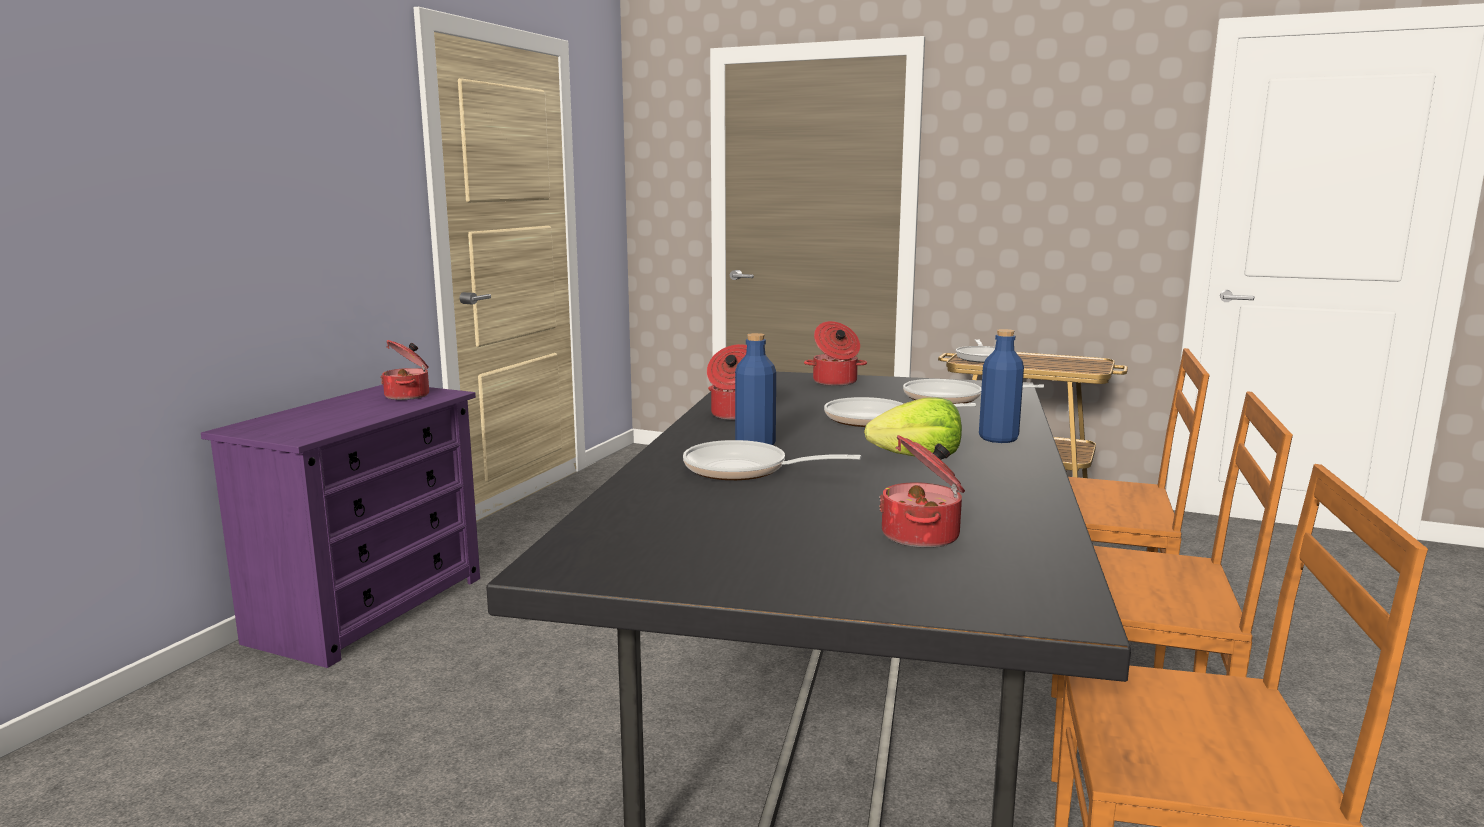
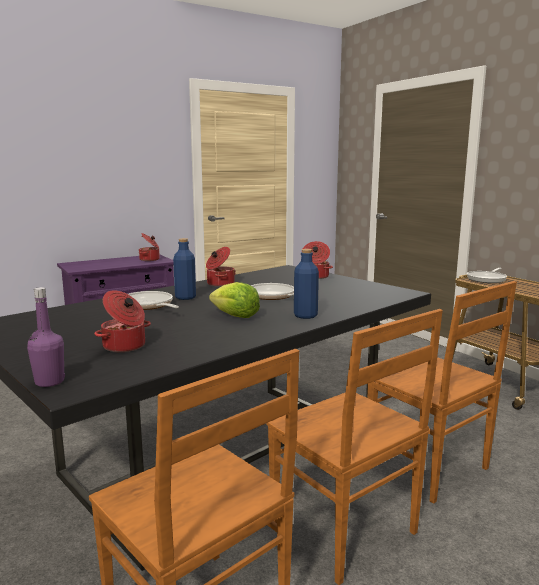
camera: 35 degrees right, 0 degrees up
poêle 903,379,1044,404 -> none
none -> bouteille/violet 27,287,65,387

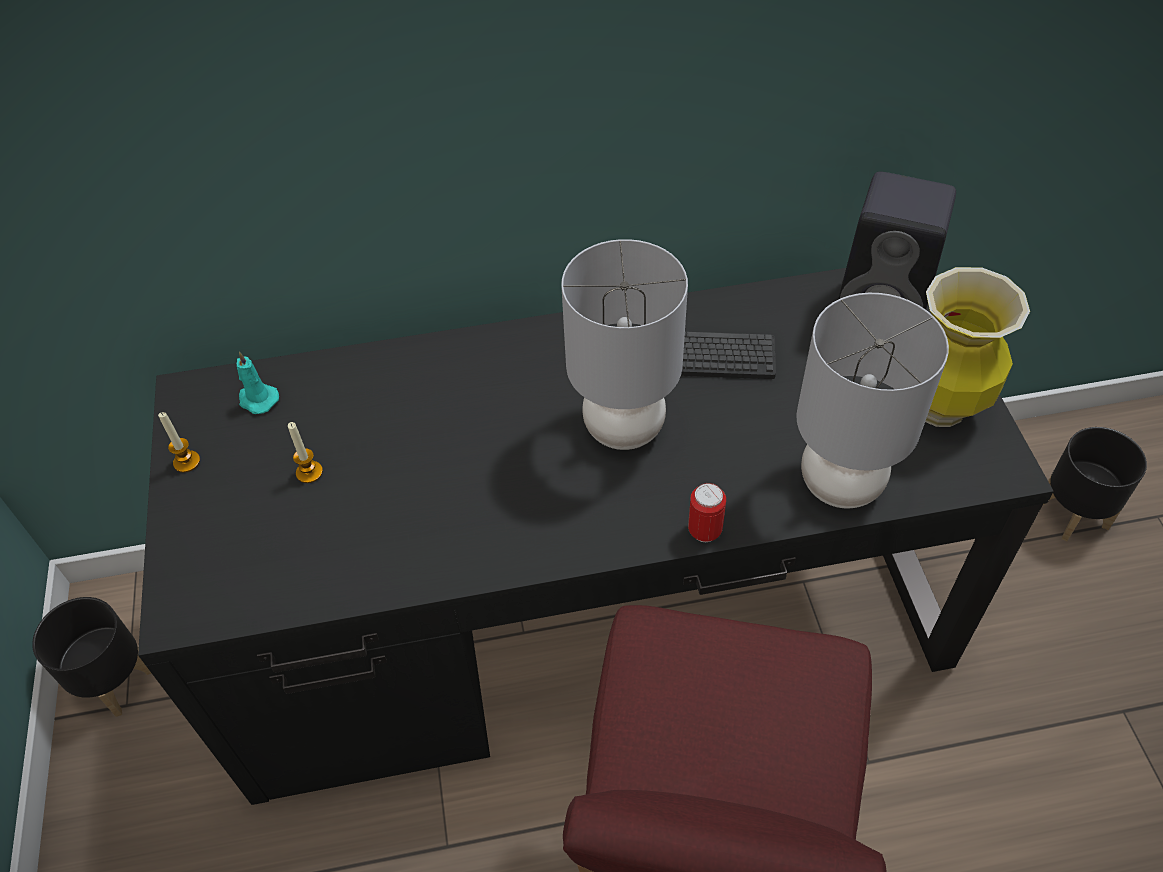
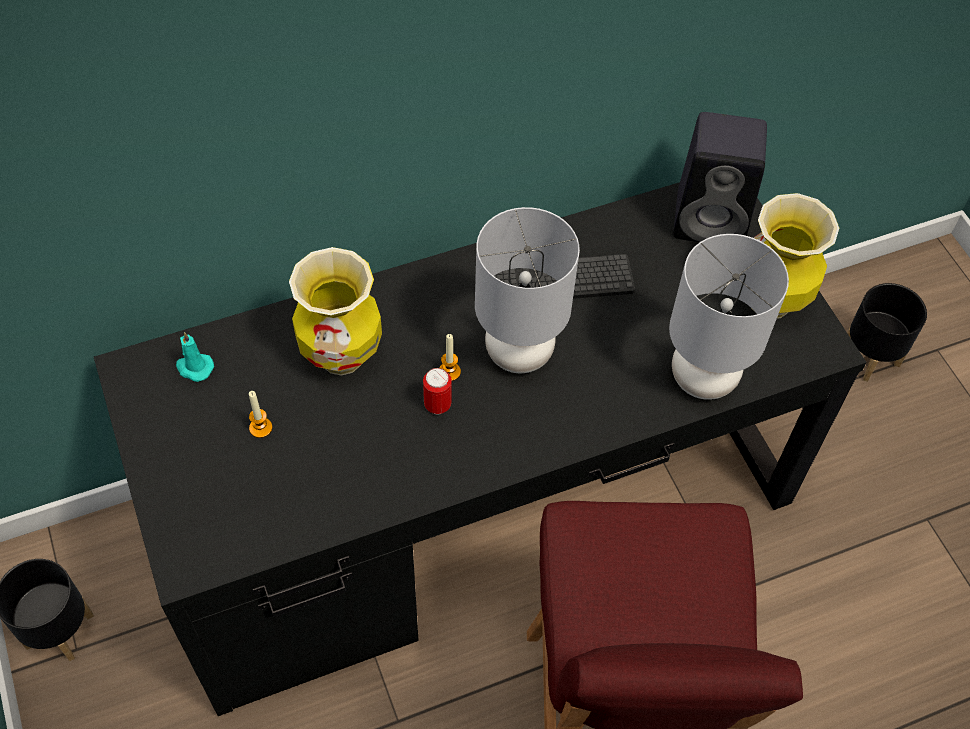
camera: 15 degrees left, 5 degrees up
bougie 158,412,200,473 -> bougie 439,334,461,381, moved
boîte métallique 688,483,726,542 -> boîte métallique 423,368,452,414, moved
none -> vase 289,247,382,376

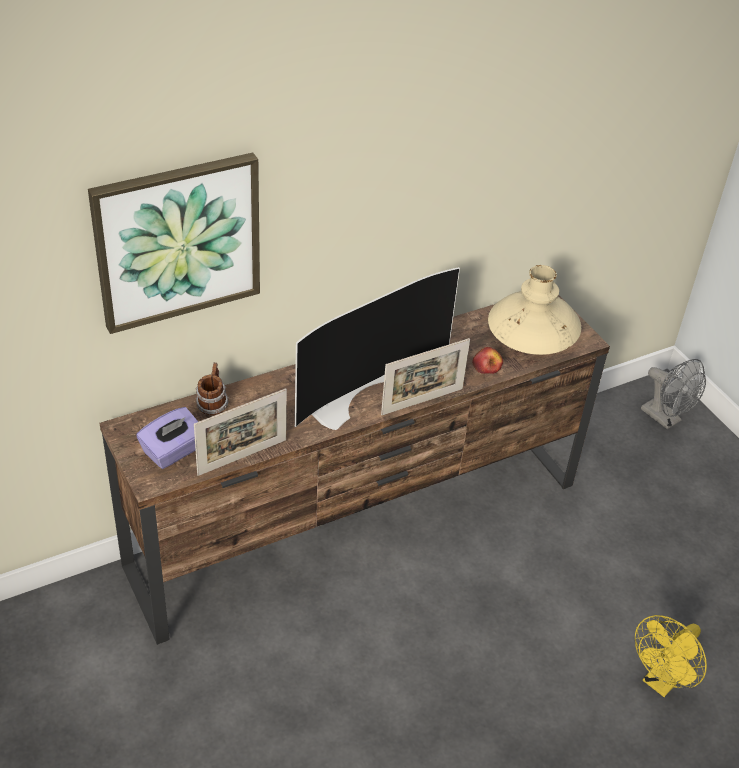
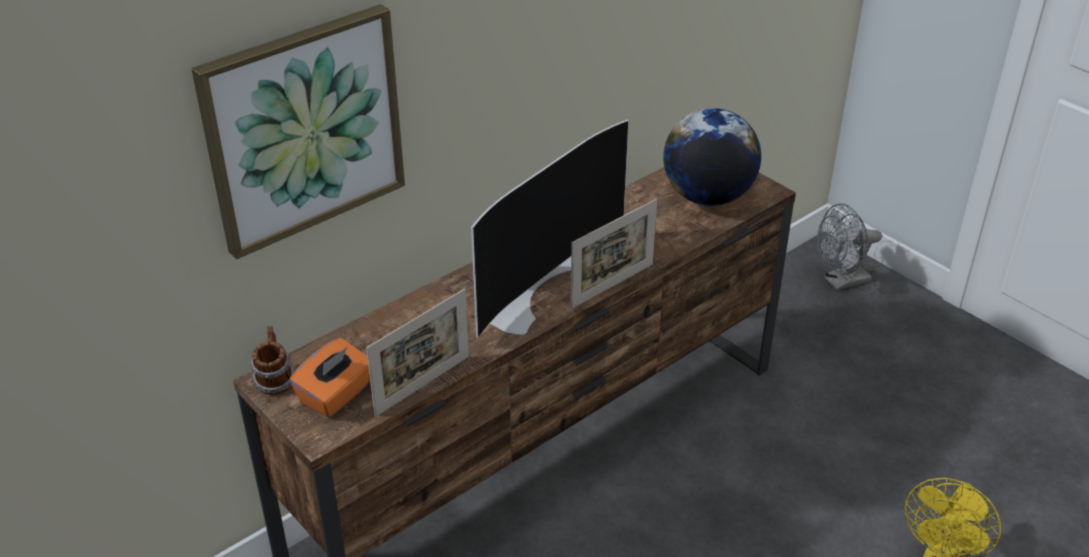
camera: 10 degrees left, 5 degrees down
boîte à mouchoirs/violet 136,407,198,469 -> boîte à mouchoirs/orange 290,338,370,418
mug 196,363,229,415 -> mug 250,326,295,395, moved
pomme 472,347,503,374 -> none
vase/beige 488,265,581,355 -> globe 663,108,761,206
ventilateur/gris 641,359,706,430 -> ventilateur/gris 817,203,882,290, 120 degrees clockwise

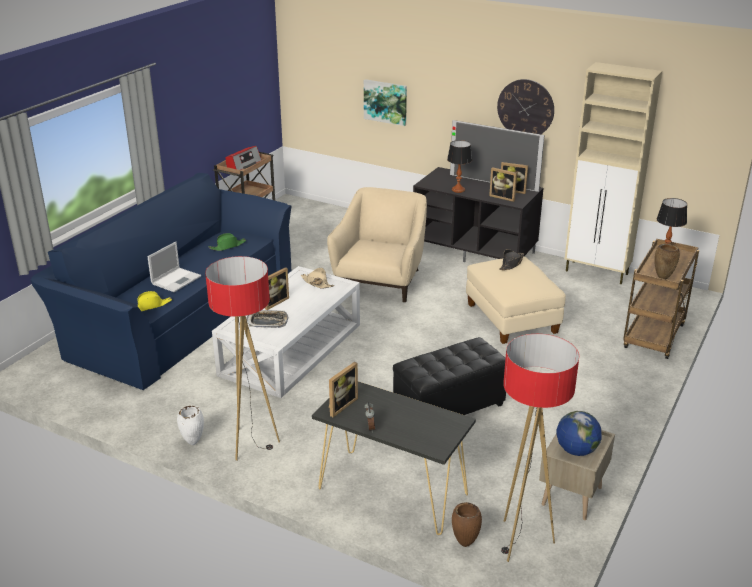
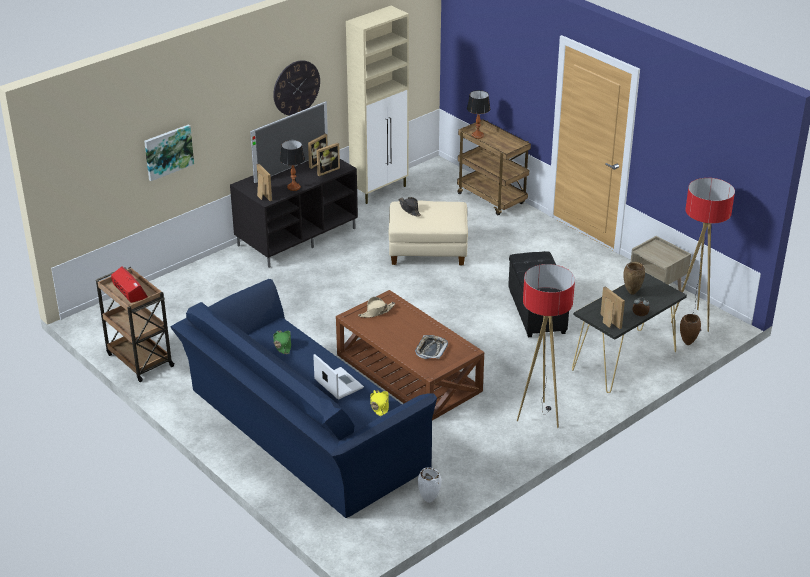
camera: 70 degrees left, 5 degrees up
vase/blanc 177,406,204,445 -> vase/blanc 418,467,441,503, moved
table basse/blanc 212,266,360,398 -> table basse/marron 336,290,484,420
cadre photo 265,267,289,310 -> cadre photo 257,164,272,201, moved
fauteuil/beige 327,187,427,302 -> none
globe 556,411,602,456 -> none
vase/marron 654,244,680,279 -> vase/marron 623,262,645,295, moved

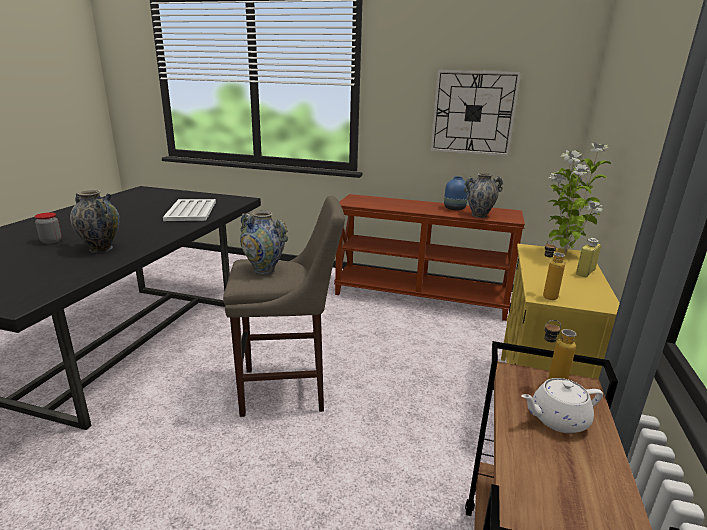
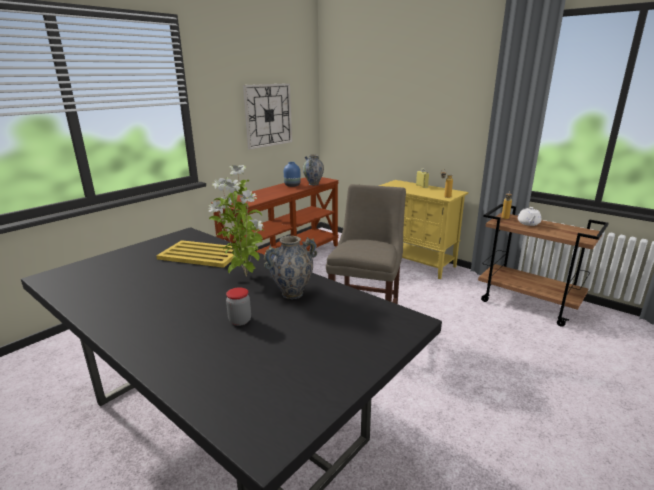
camera: 65 degrees left, 0 degrees up
plateau/blanc 163,199,216,221 -> plateau/jaune 156,240,234,268
vase 240,211,288,275 -> none
plante en pot 548,142,611,254 -> plante en pot 209,165,264,277, moved

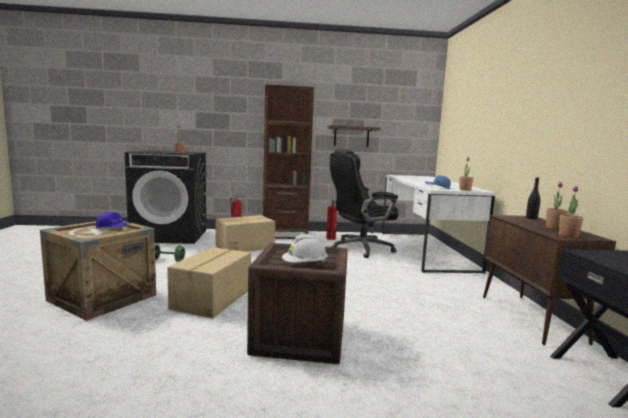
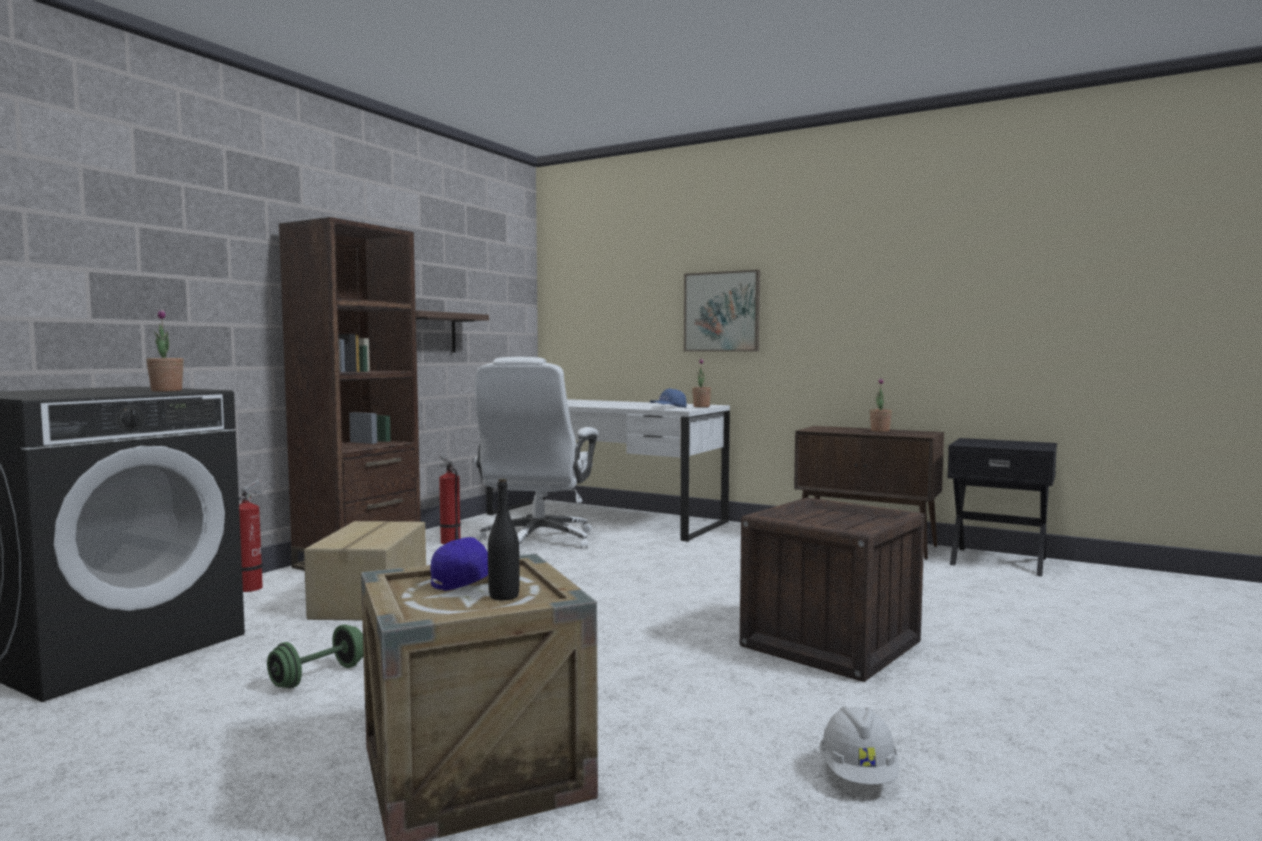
camera: 55 degrees left, 5 degrees down
carton 167,247,251,318 -> none
casque de chantier/blanc 282,234,328,263 -> casque de chantier/blanc 819,706,900,785, moved
chaise de bureau/noir 330,149,398,258 -> chaise de bureau/blanc 474,357,599,549
bouteille/noir 526,177,540,219 -> bouteille/noir 488,479,520,600, moved
plante en pot 559,186,584,238 -> none
none -> tableau 684,270,760,352

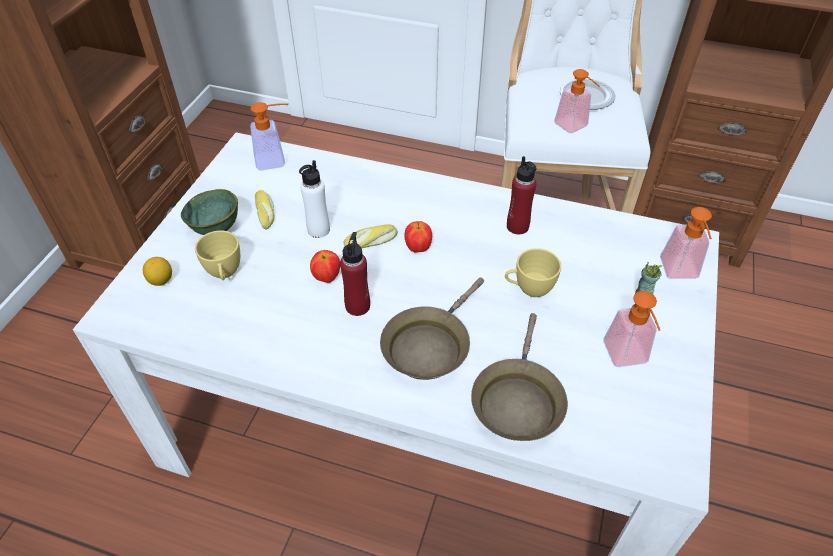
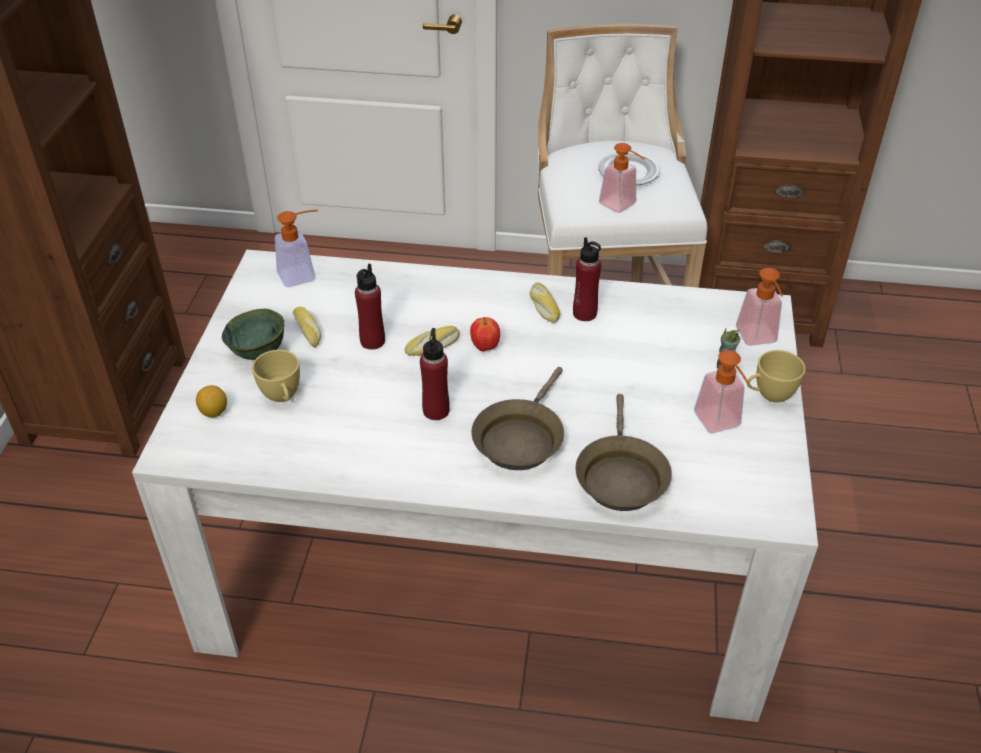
camera: 10 degrees left, 5 degrees down
bouteille/blanc 299,160,330,238 -> bouteille/rouge 355,264,385,350
pomme 310,250,340,283 -> none
tasse/jaune 505,248,561,297 -> tasse/jaune 747,350,806,402, moved
none -> pain 530,282,561,323

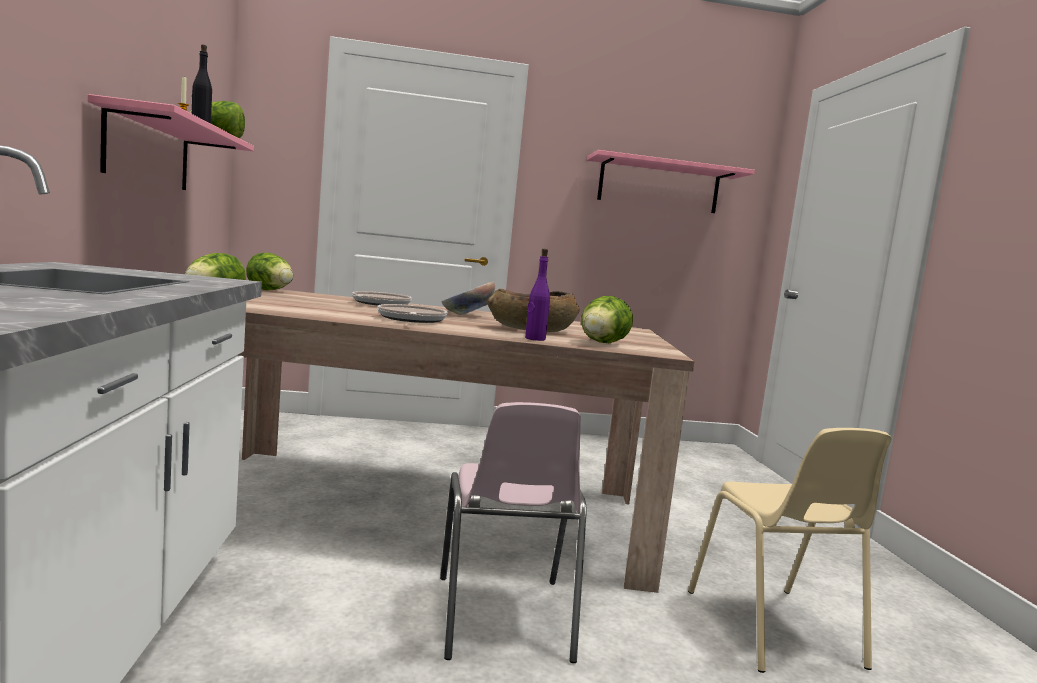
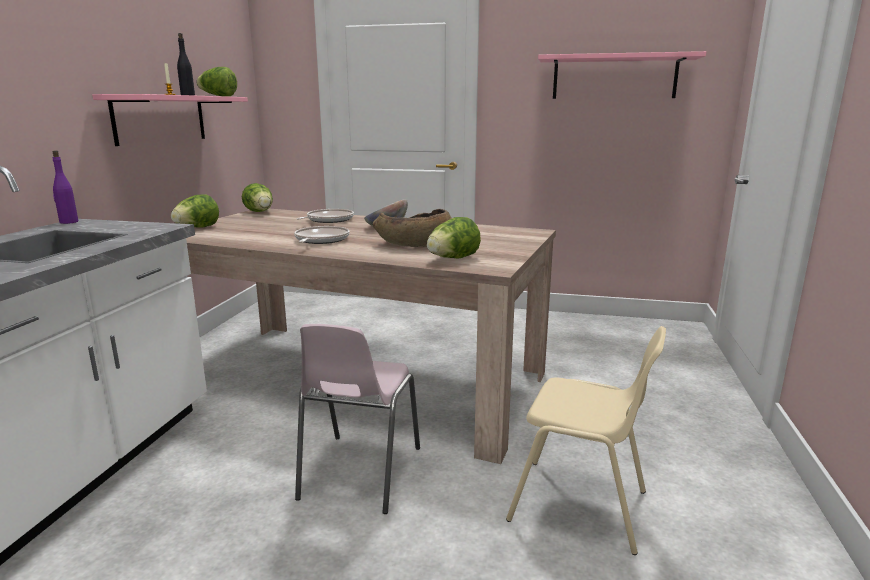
camera: 20 degrees right, 10 degrees up
bouteille/violet 525,249,550,341 -> bouteille/violet 52,151,78,224, moved
chaise/beige 688,428,892,673 -> chaise/beige 506,326,666,555, 75 degrees counterclockwise

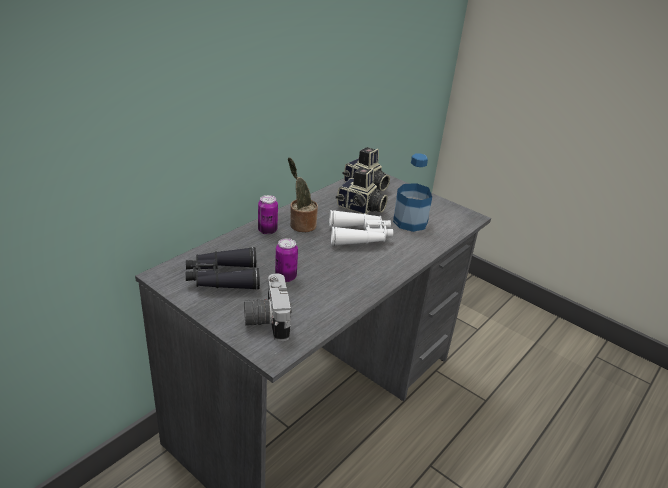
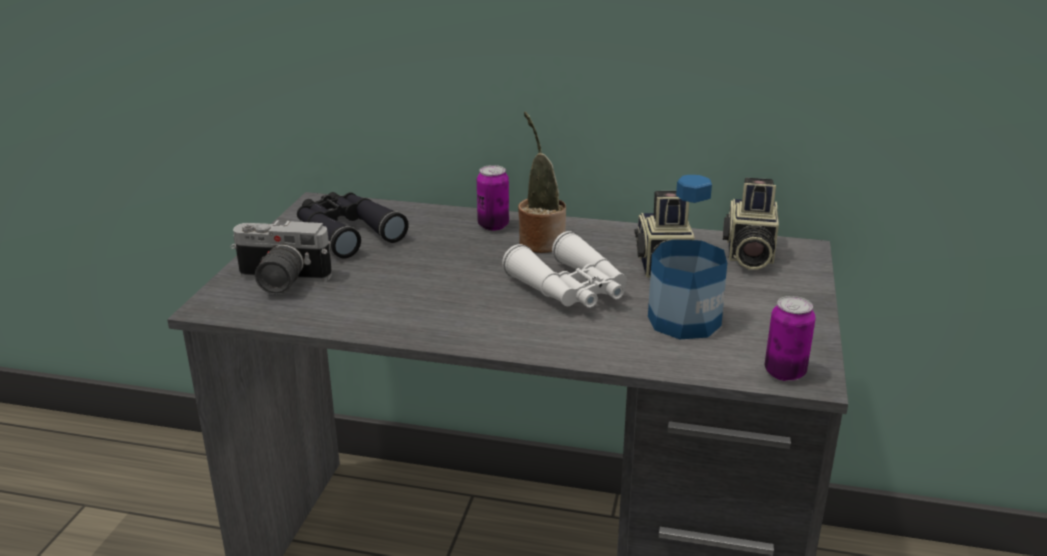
camera: 65 degrees right, 5 degrees down
appareil photo 244,274,291,342 -> appareil photo 230,220,332,295, 135 degrees counterclockwise
boîte métallique 275,238,298,282 -> boîte métallique 765,296,816,381, moved

